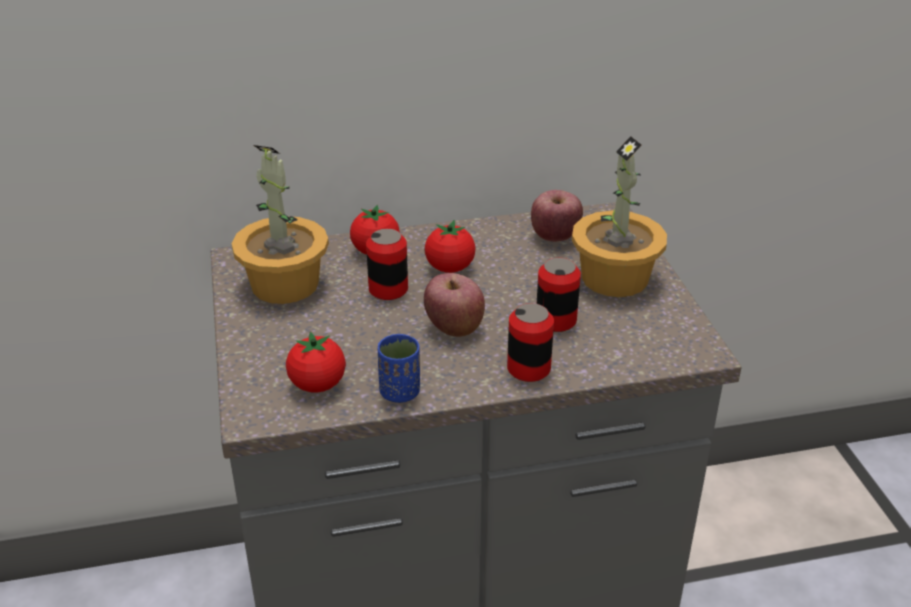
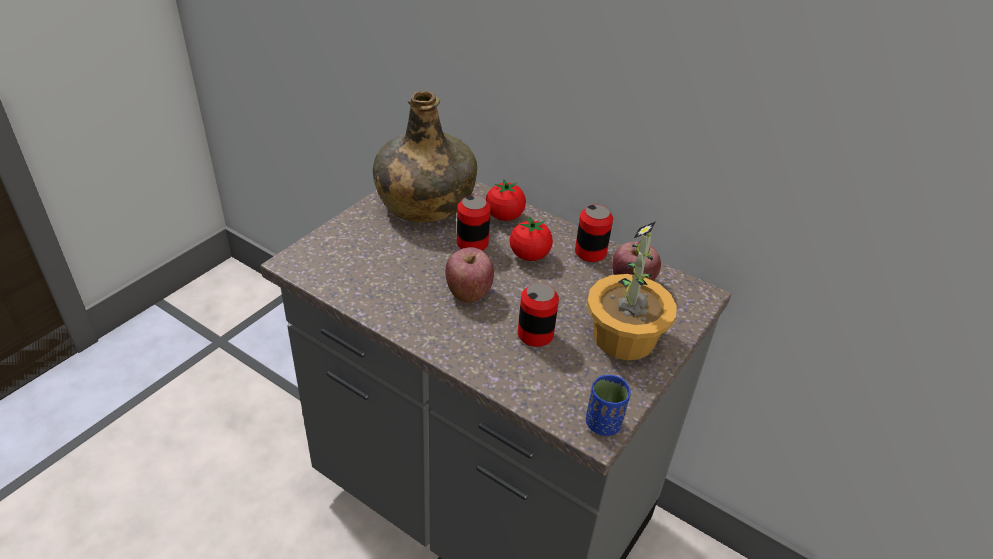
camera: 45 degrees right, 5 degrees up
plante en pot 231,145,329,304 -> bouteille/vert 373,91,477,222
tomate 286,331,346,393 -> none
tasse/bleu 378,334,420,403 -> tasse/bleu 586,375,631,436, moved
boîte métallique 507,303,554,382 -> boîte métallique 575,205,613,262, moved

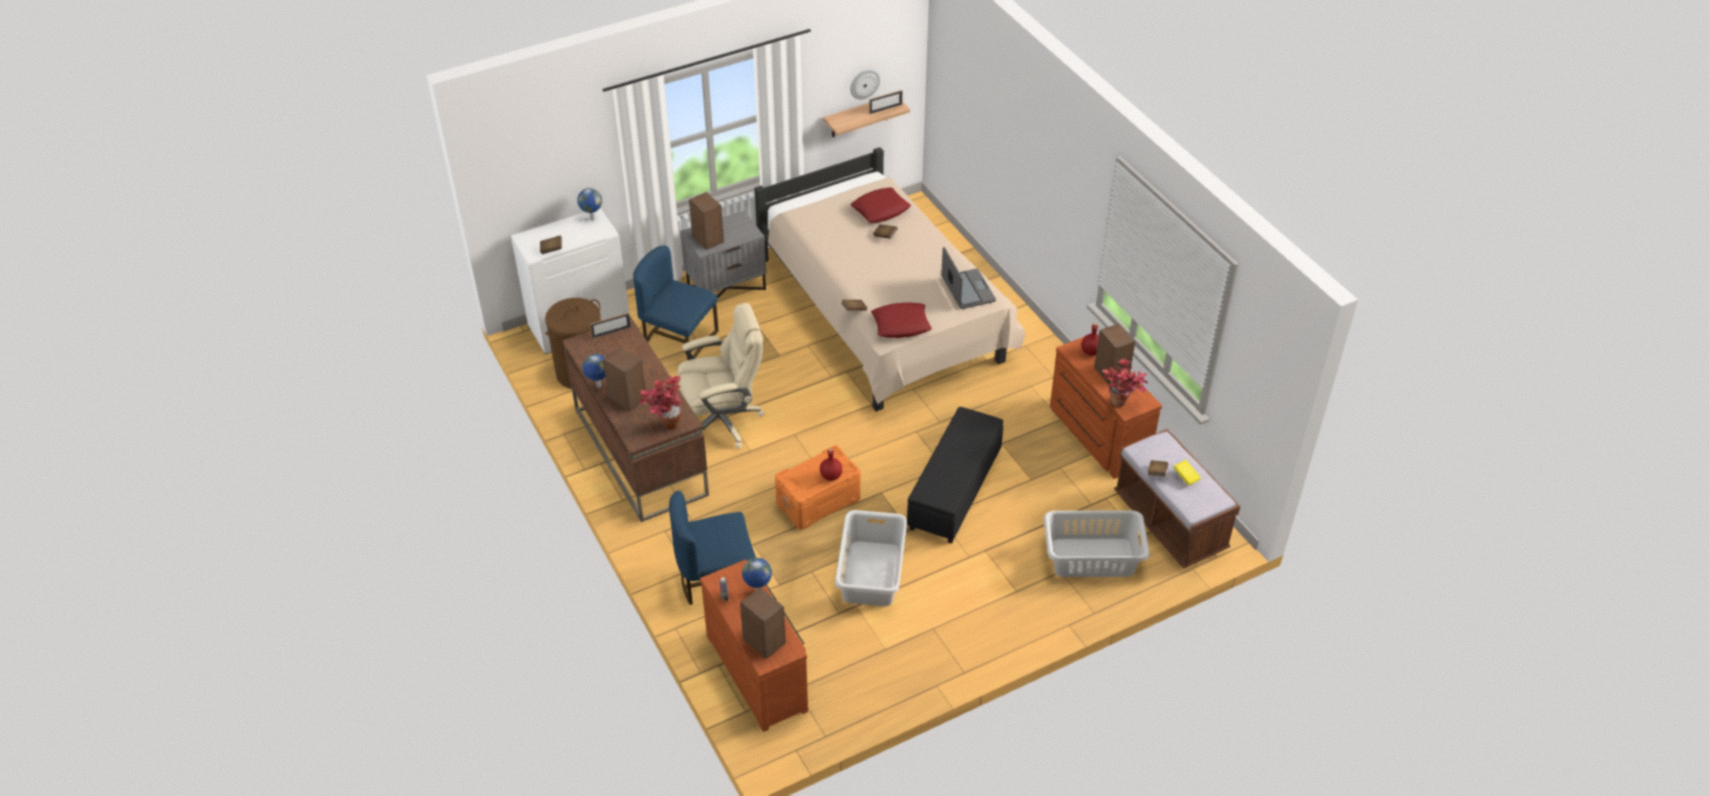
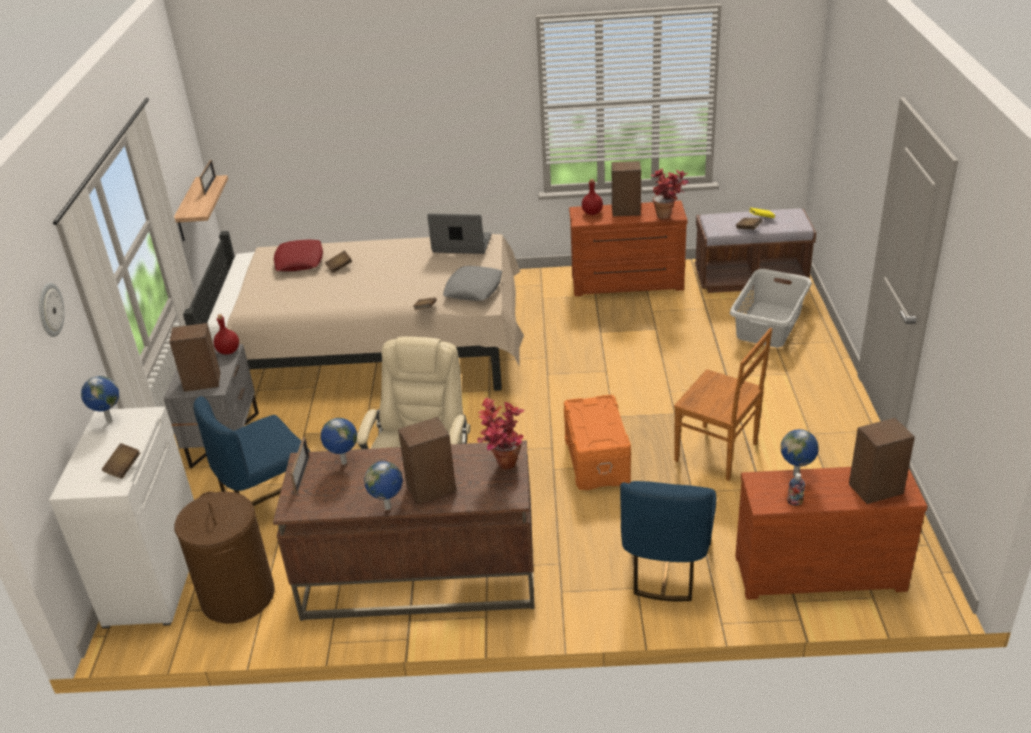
camera: 60 degrees left, 10 degrees down
bouteille/rouge 820,448,842,481 -> bouteille/rouge 213,314,239,355, moved
panier à linge/gris 835,510,907,606 -> chaise/marron 674,328,772,481
horloge murale 850,69,880,99 -> horloge murale 39,283,65,337, moved
coussin/rouge 871,303,932,338 -> coussin/gris 443,266,502,301
pouf/noir 907,407,1003,543 -> none
none -> globe 321,418,357,465

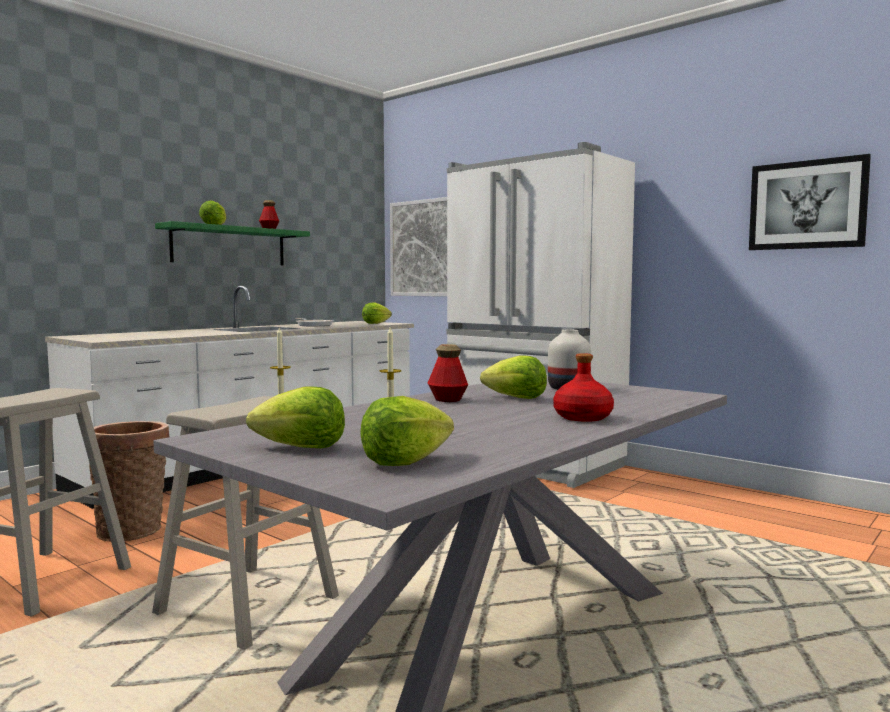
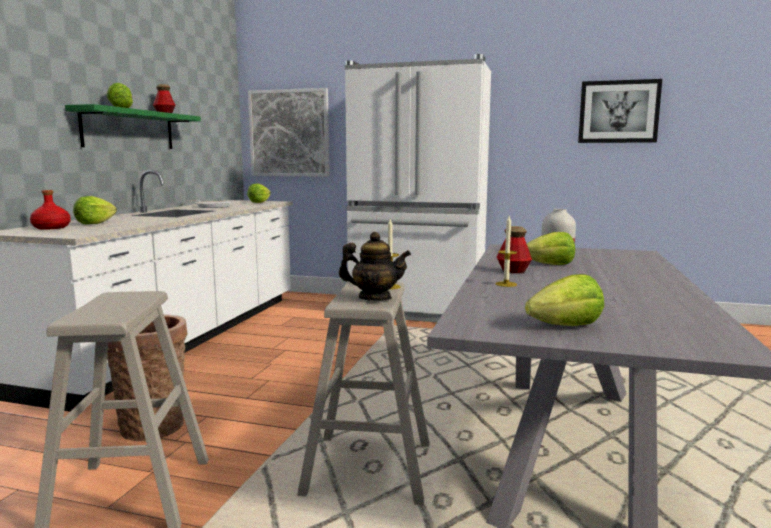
camera: 25 degrees left, 5 degrees up
laitue 360,396,454,466 -> laitue 73,196,117,225, moved
bouteille/rouge 553,353,614,422 -> bouteille/rouge 30,190,71,230, moved
none -> théière 339,232,411,301

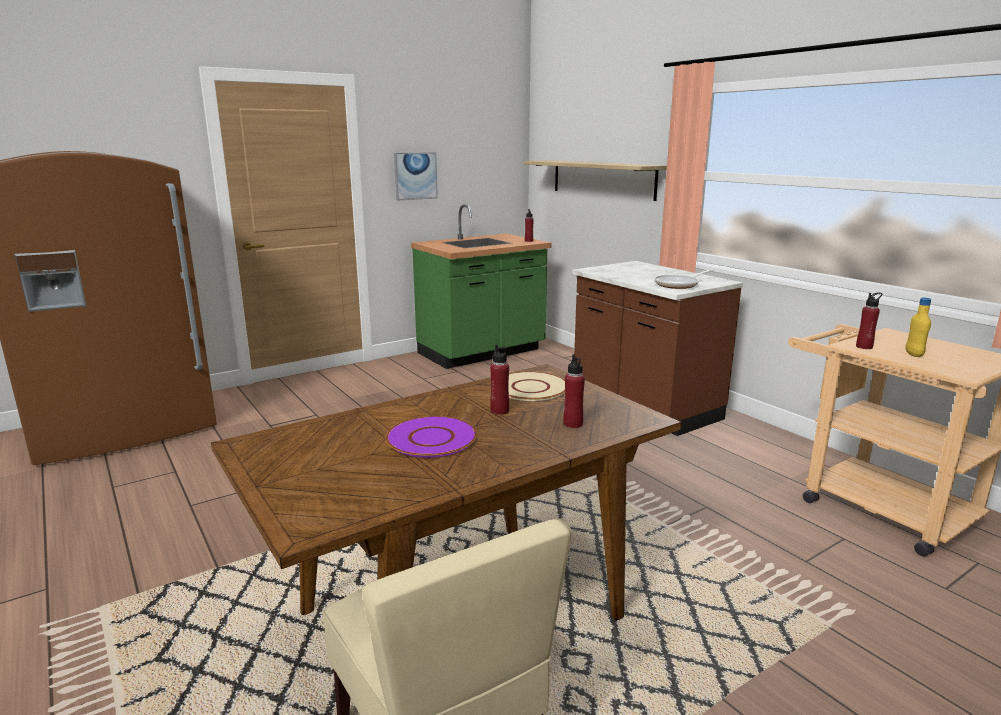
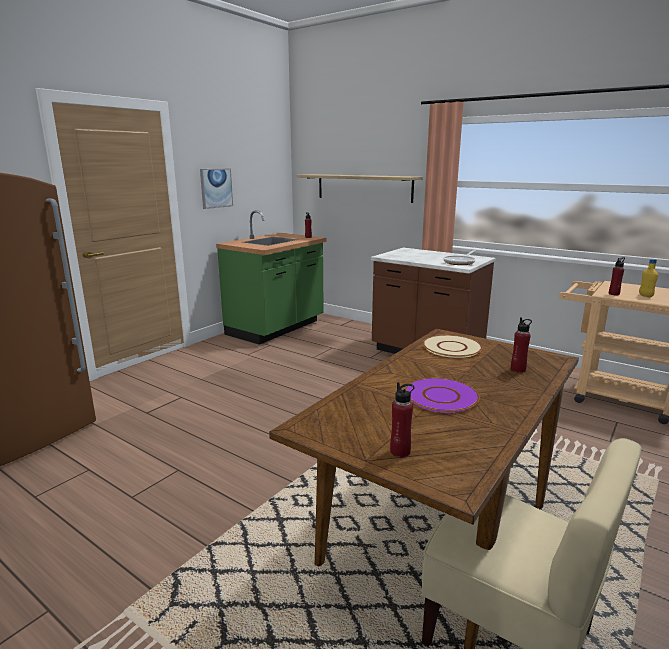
camera: 20 degrees left, 0 degrees up
bouteille/rouge 490,345,509,415 -> bouteille/rouge 390,382,415,457, moved

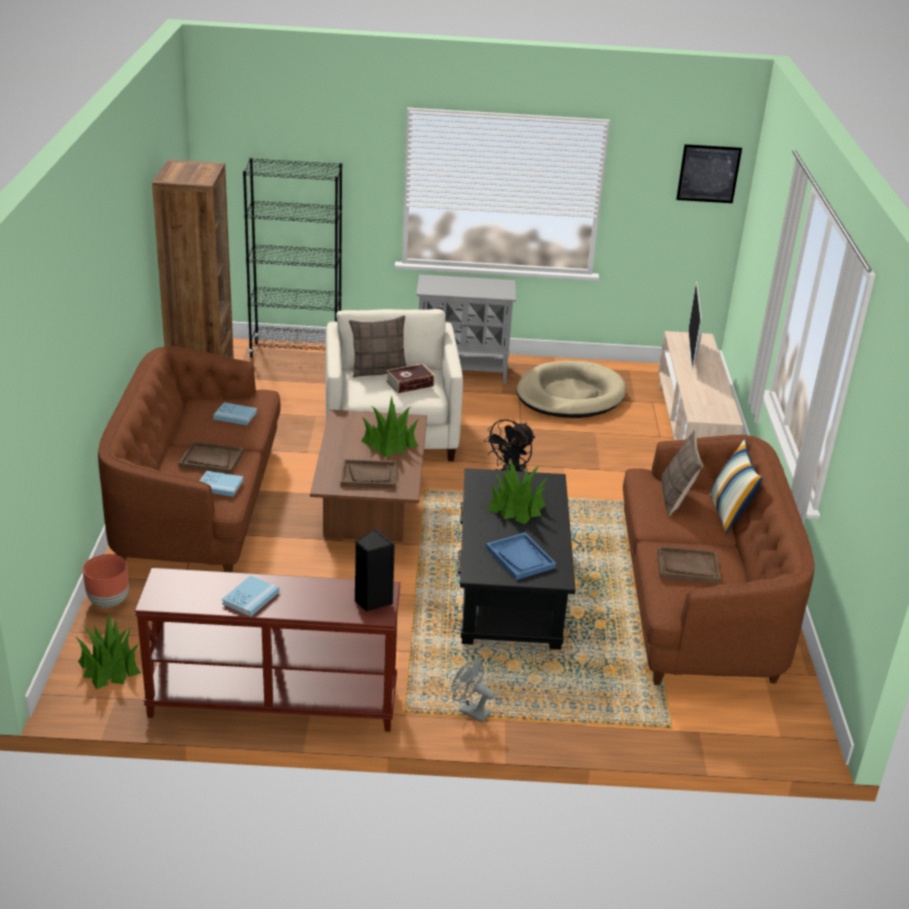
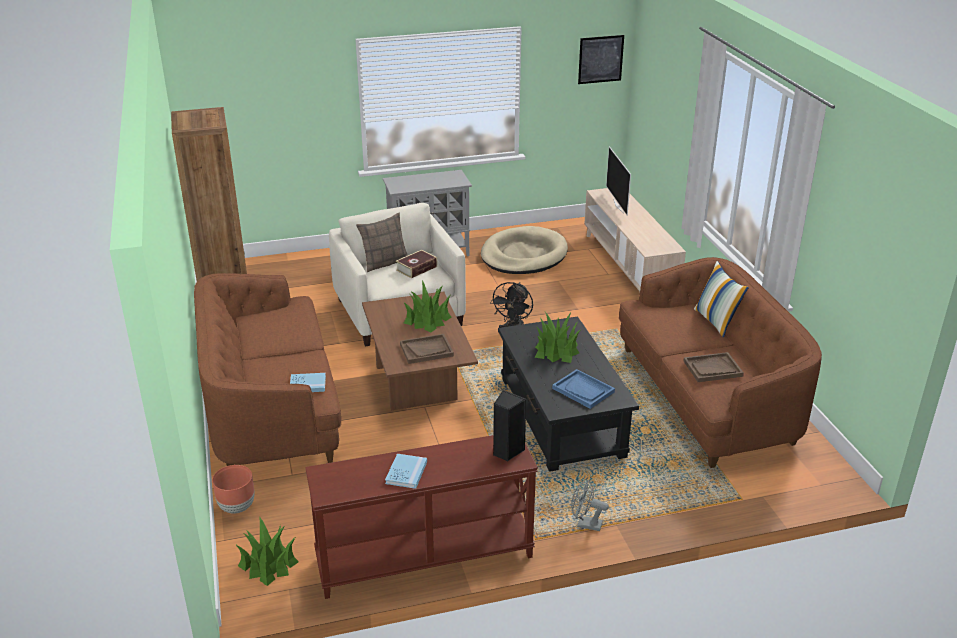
camera: 15 degrees left, 0 degrees up
plateau/marron 178,442,244,474 -> none
livre/bleu 213,402,257,425 -> none
bibliothèque/noir 243,158,342,358 -> none
coussin 661,430,703,516 -> none

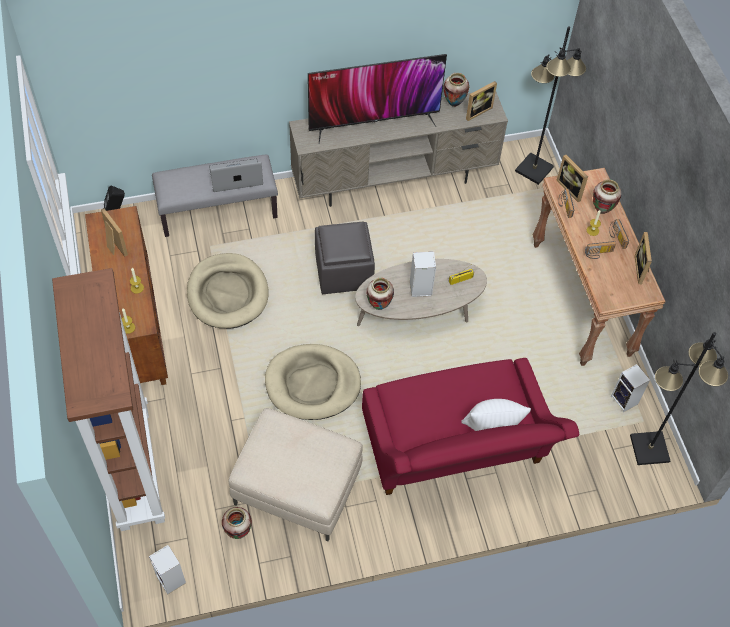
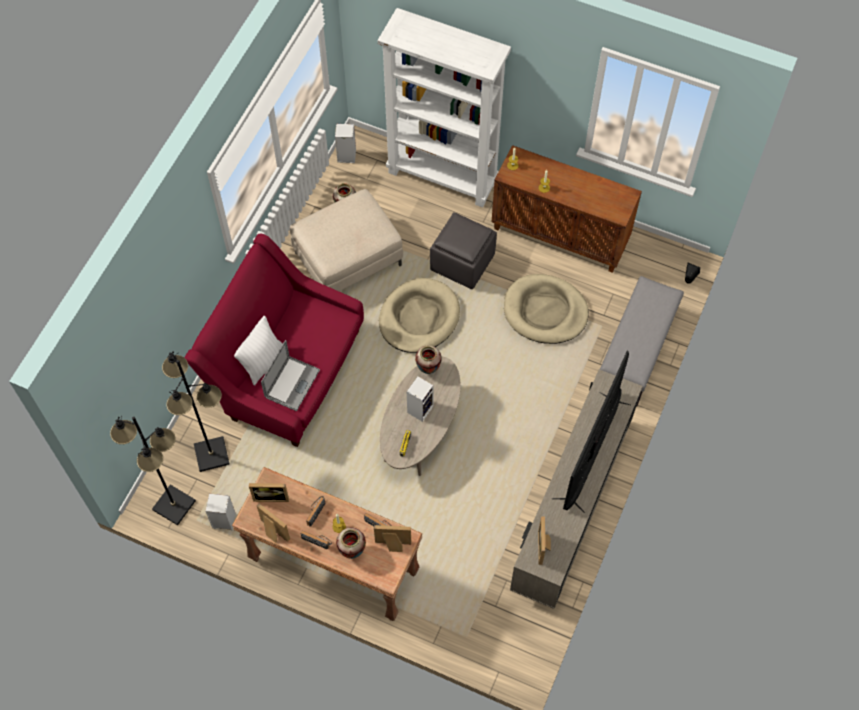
camera: 130 degrees right, 5 degrees up
bibliothèque/marron 52,268,165,531 -> bibliothèque/blanc 378,8,511,208
cadre photo 101,208,128,256 -> cadre photo 249,483,289,502, moved
ordinateur portable 209,158,263,192 -> ordinateur portable 261,340,320,411, moved
pouf/gris 315,222,375,294 -> pouf/gris 430,212,497,289, moved
vase 443,73,469,107 -> none
lampadaire/noir 515,26,586,185 -> lampadaire/noir 162,351,229,472, moved

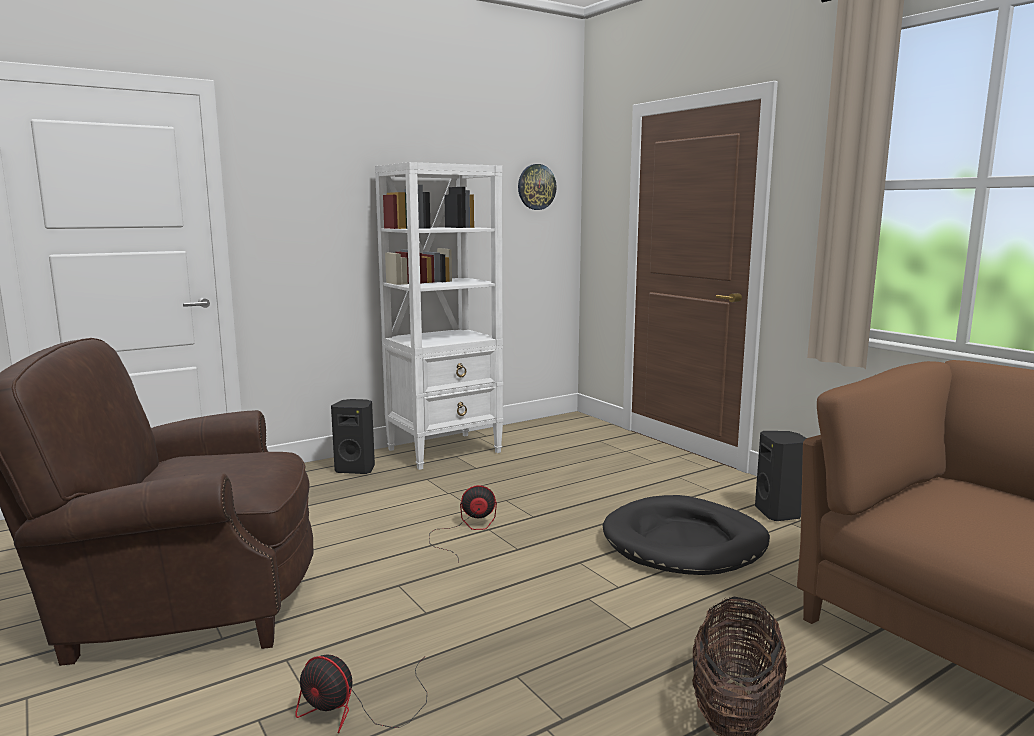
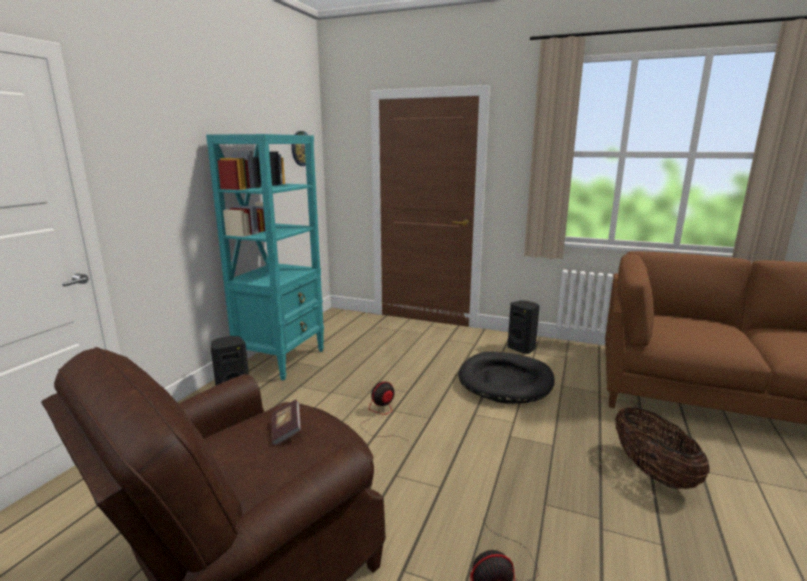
camera: 35 degrees left, 5 degrees up
bibliothèque/blanc 375,162,503,470 -> bibliothèque/turquoise 206,134,324,380
none -> livre 272,399,301,446

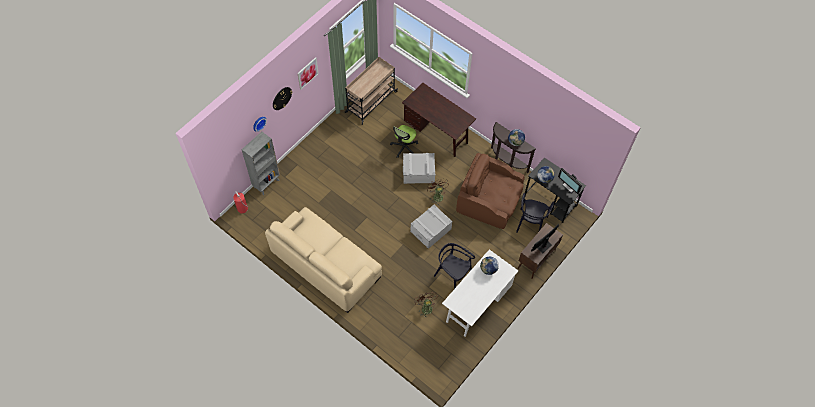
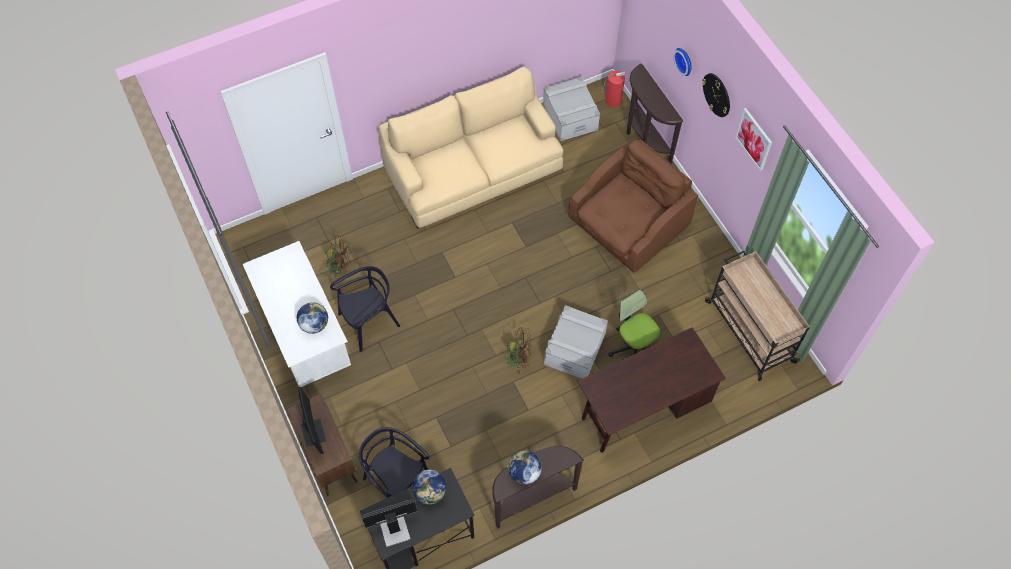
camera: 115 degrees right, 0 degrees up
bibliothèque/gris 241,131,280,195 -> table console/marron 626,63,683,164
boîte de rangement/gris 410,205,452,249 -> boîte de rangement/gris 543,77,600,141, moved
fauteuil/marron 456,153,525,229 -> fauteuil/marron 568,139,698,273, moved

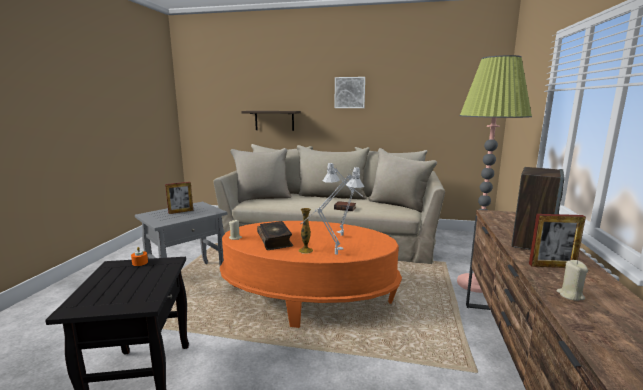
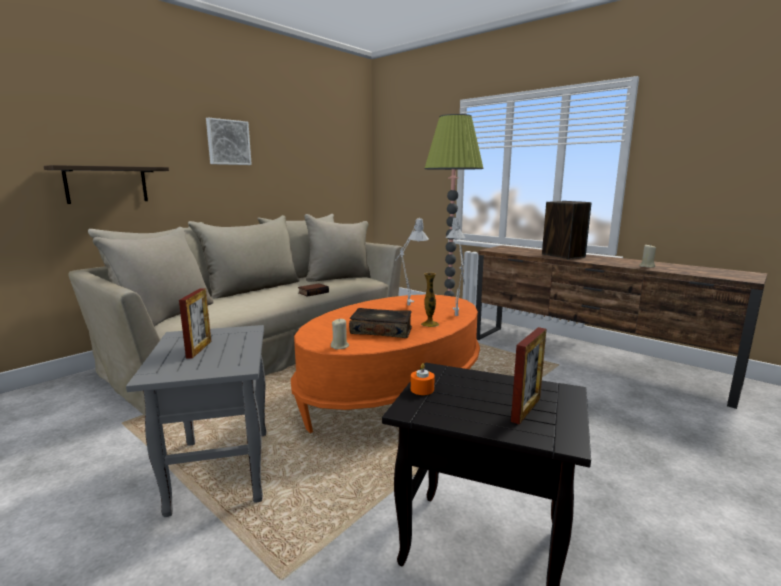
camera: 60 degrees left, 0 degrees up
cadre photo 529,214,586,268 -> cadre photo 511,327,546,424, moved

